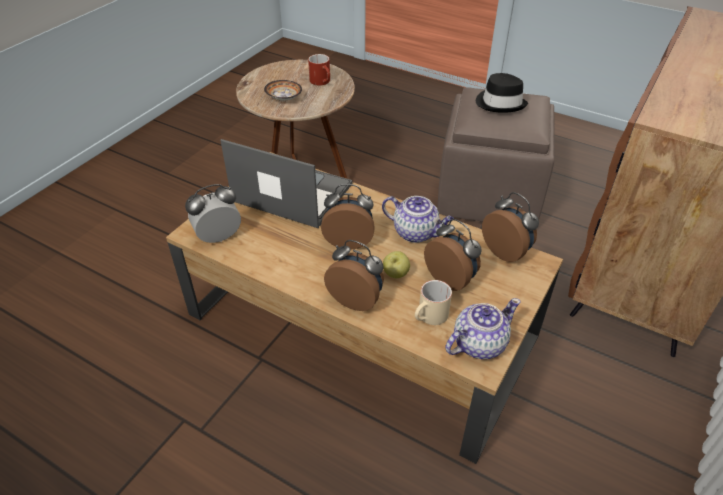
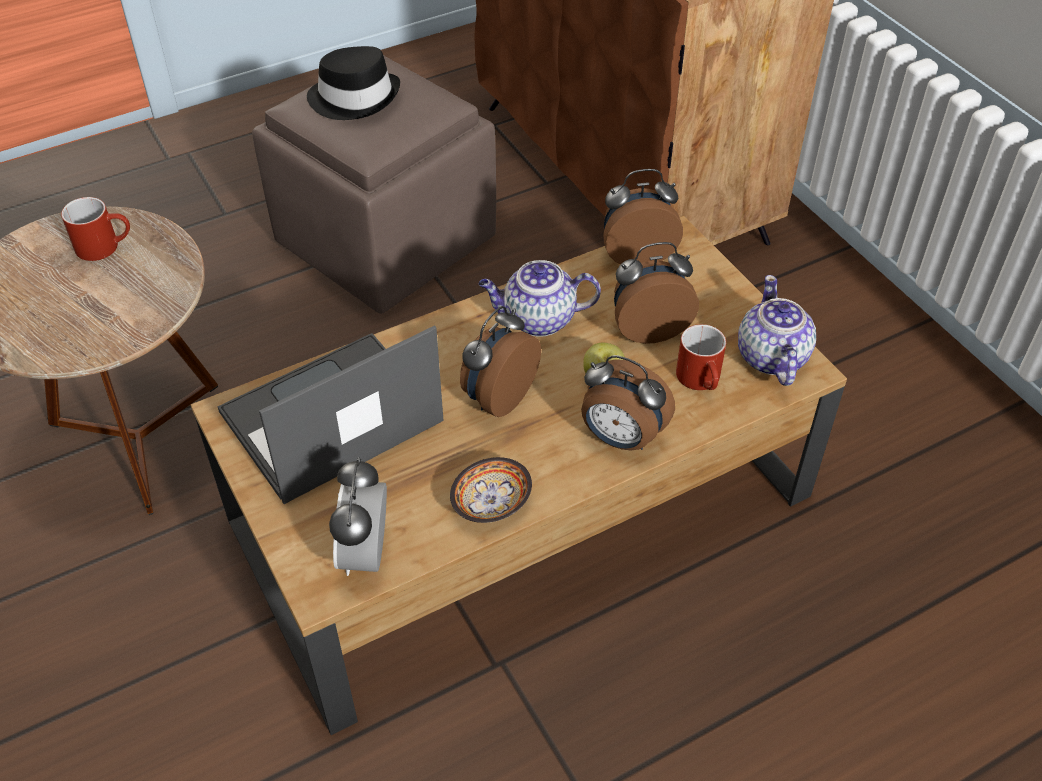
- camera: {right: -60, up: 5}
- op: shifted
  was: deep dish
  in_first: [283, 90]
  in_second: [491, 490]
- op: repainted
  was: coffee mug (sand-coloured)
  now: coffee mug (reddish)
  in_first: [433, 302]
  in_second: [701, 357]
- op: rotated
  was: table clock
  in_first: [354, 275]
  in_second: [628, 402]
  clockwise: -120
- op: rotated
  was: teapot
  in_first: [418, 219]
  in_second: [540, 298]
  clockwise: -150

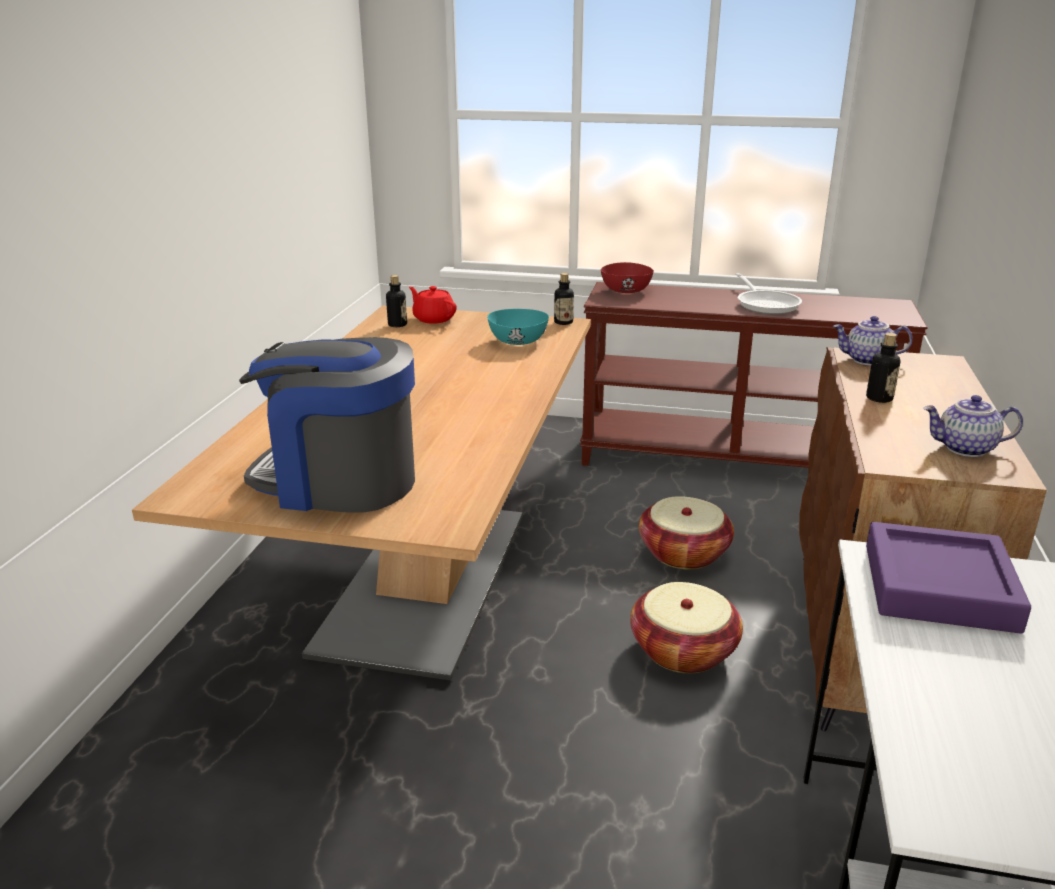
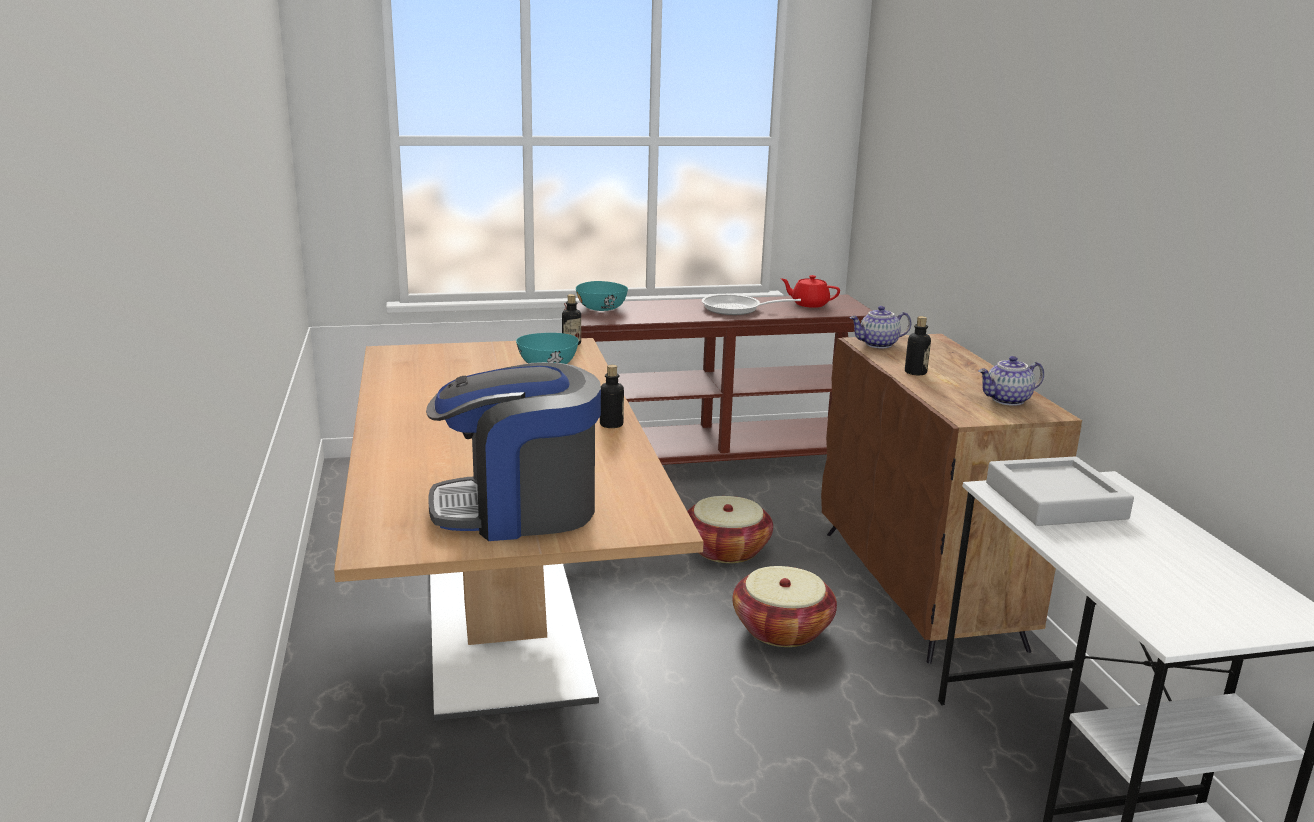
- camera: {right: -25, up: -5}
- op: shifted
  was: beverage bottle
  in_first: [396, 301]
  in_second: [612, 396]
- op: shifted
  was: teapot (reddish)
  in_first: [433, 305]
  in_second: [810, 291]
- op: repainted
  was: deep dish (reddish)
  now: deep dish (turquoise)
  in_first: [627, 277]
  in_second: [602, 296]
- op: repainted
  was: tray (purplish)
  now: tray (grey)
  in_first: [948, 578]
  in_second: [1060, 491]
- op: rotated
  was: pan
  in_first: [768, 293]
  in_second: [751, 304]
  clockwise: 135

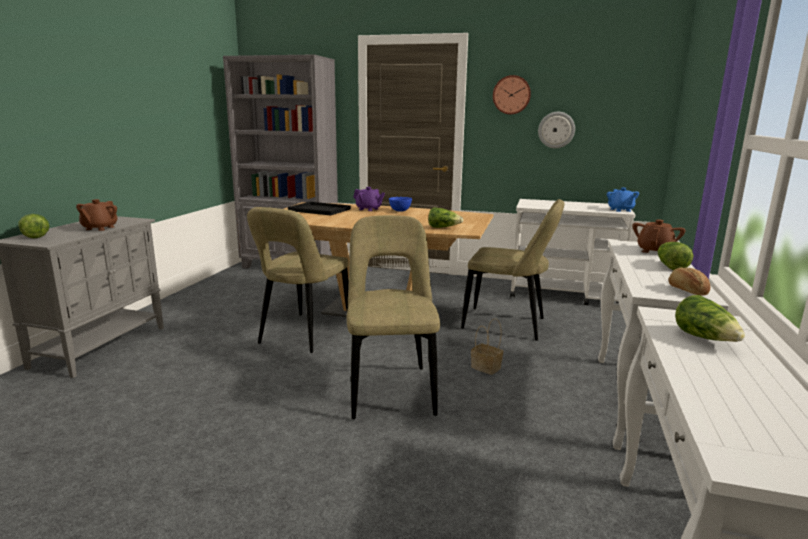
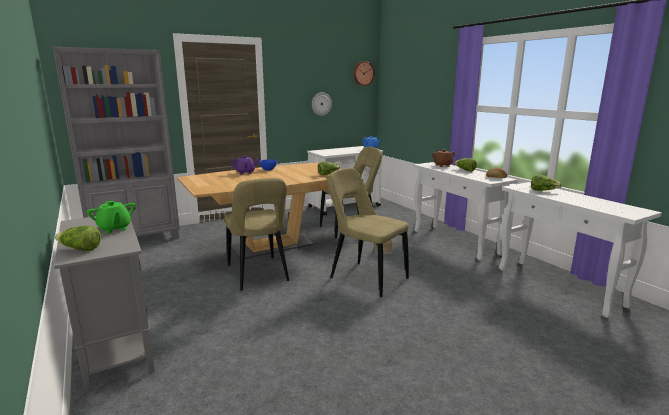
- camera: {right: -45, up: 0}
- op: gone
  was: tray (black)
  in_first: [319, 208]
- op: shifted
  was: wall clock
  in_first: [512, 94]
  in_second: [364, 73]
- op: repainted
  was: teapot (brown-coloured)
  now: teapot (green)
  in_first: [97, 215]
  in_second: [111, 217]

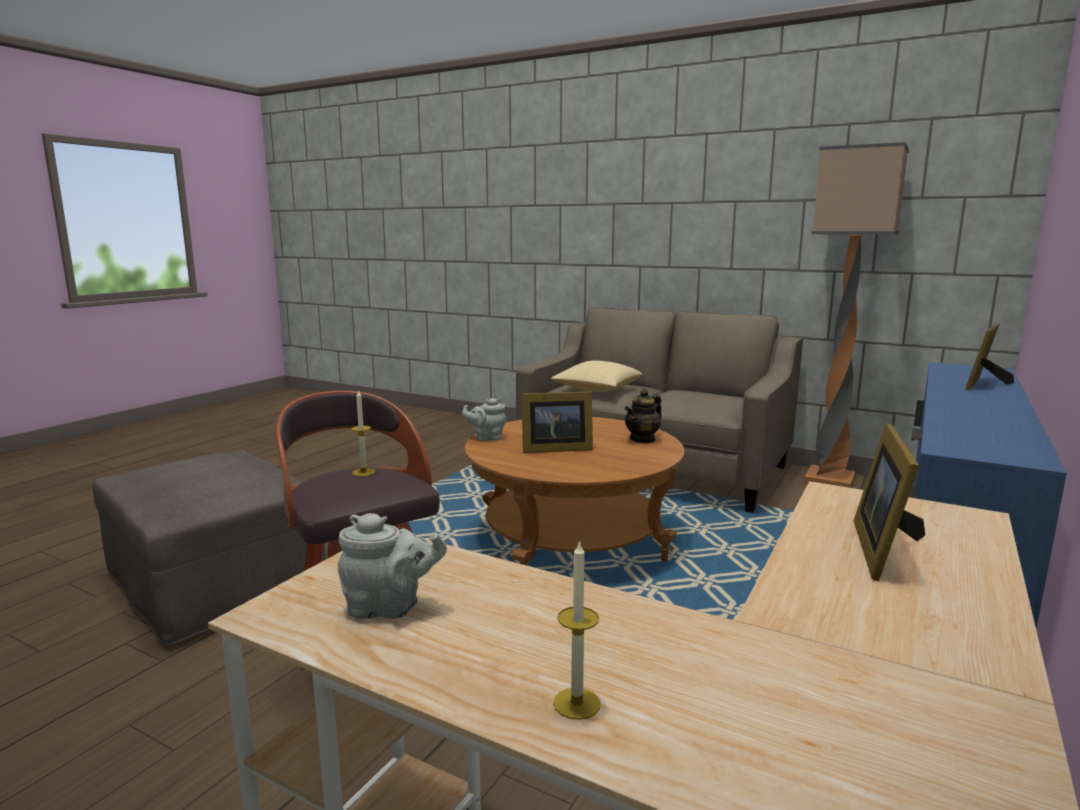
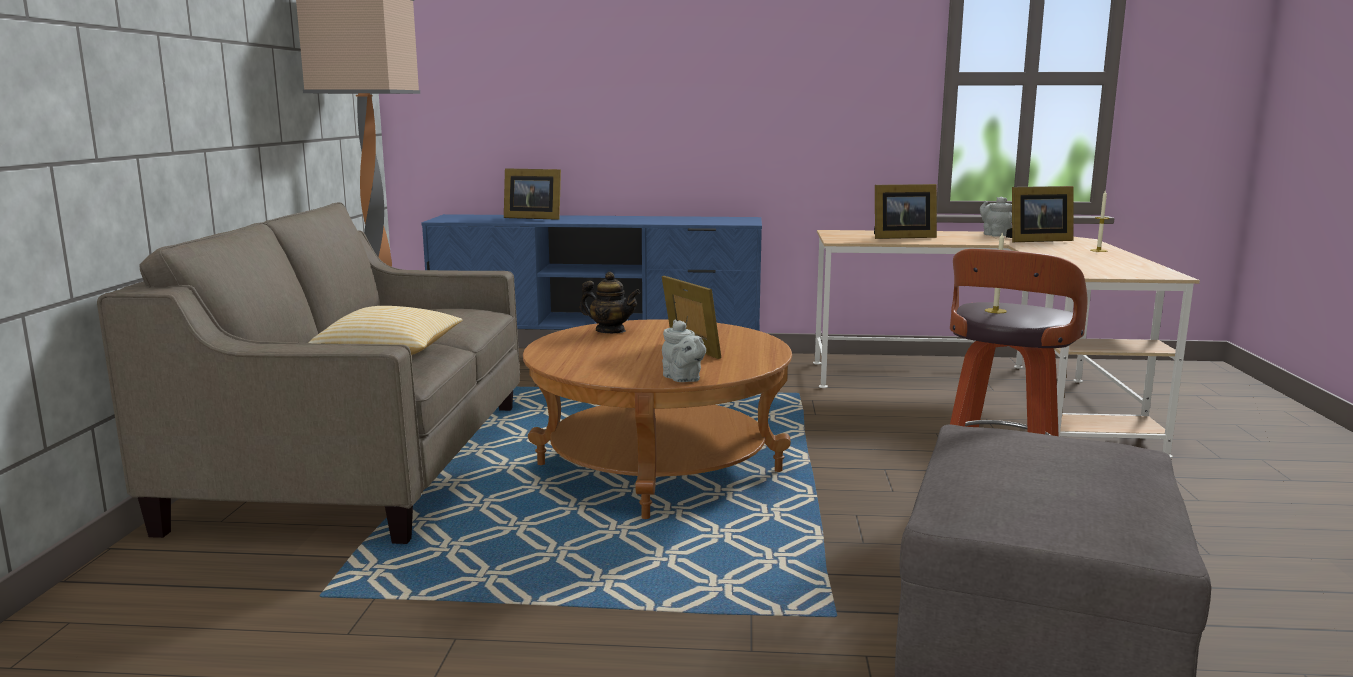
- camera: {right: -115, up: 0}
- op: new
  now: standing frame
  in_second: [1040, 214]
- op: shifted
  was: teapot (grey)
  in_first: [392, 566]
  in_second: [996, 217]

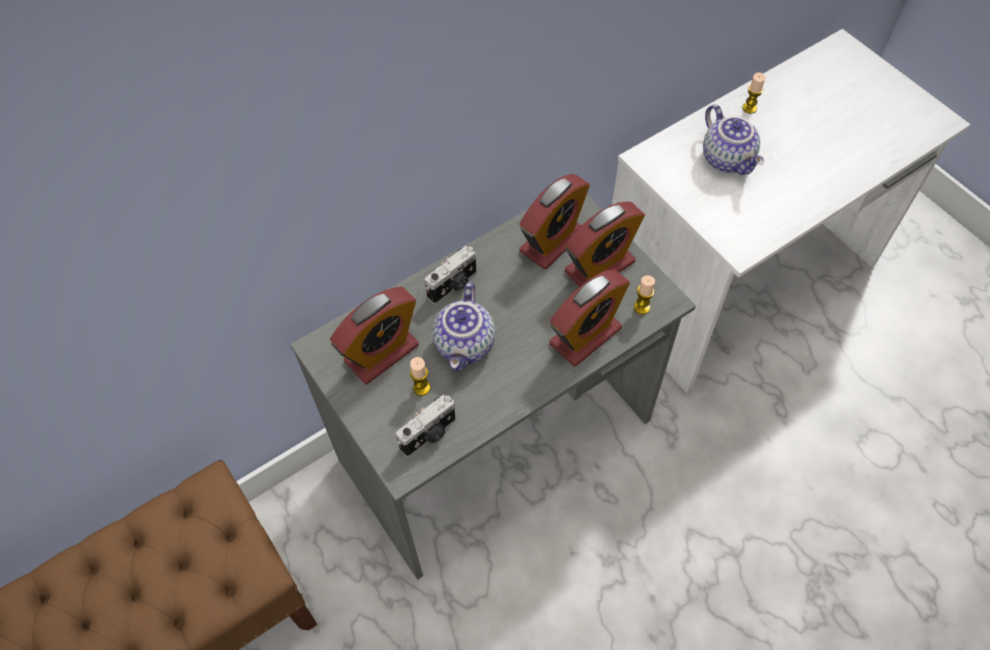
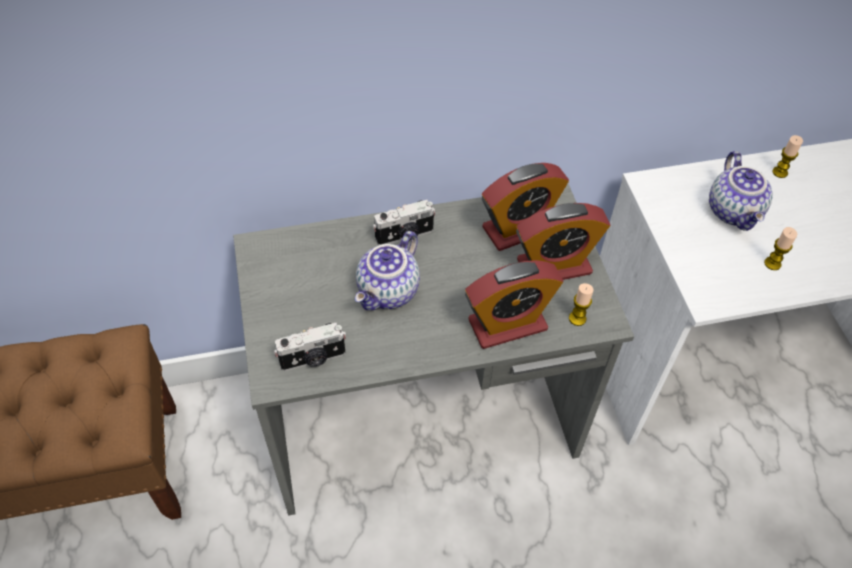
- camera: {right: 20, up: -5}
- op: gone
  was: table clock
  in_first: [374, 335]
- op: shifted
  was: wax candle
  in_first: [420, 376]
  in_second: [780, 248]

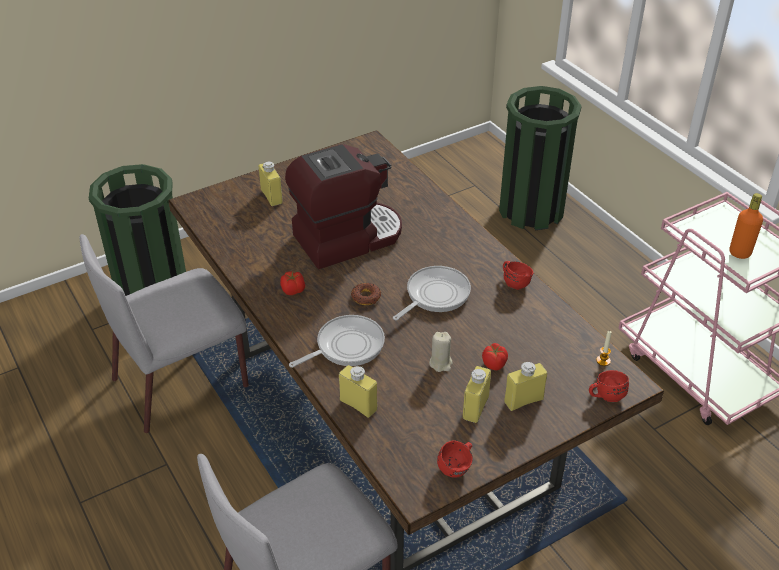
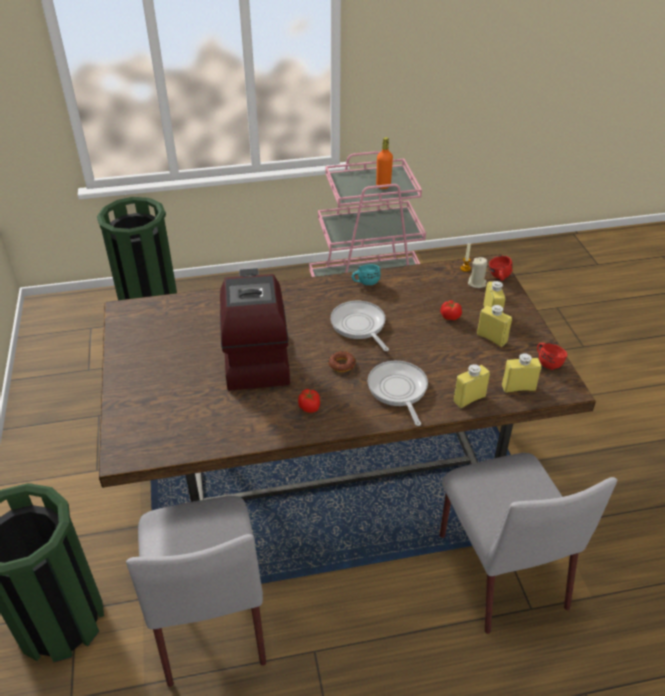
- camera: {right: -70, up: 0}
- op: shifted
  was: beverage bottle (yellow)
  in_first: [271, 184]
  in_second: [522, 373]
- op: shifted
  was: wax candle (sand-coloured)
  in_first: [441, 352]
  in_second: [477, 272]
- op: repainted
  was: coffee mug (reddish)
  now: coffee mug (turquoise)
  in_first: [518, 275]
  in_second: [366, 274]

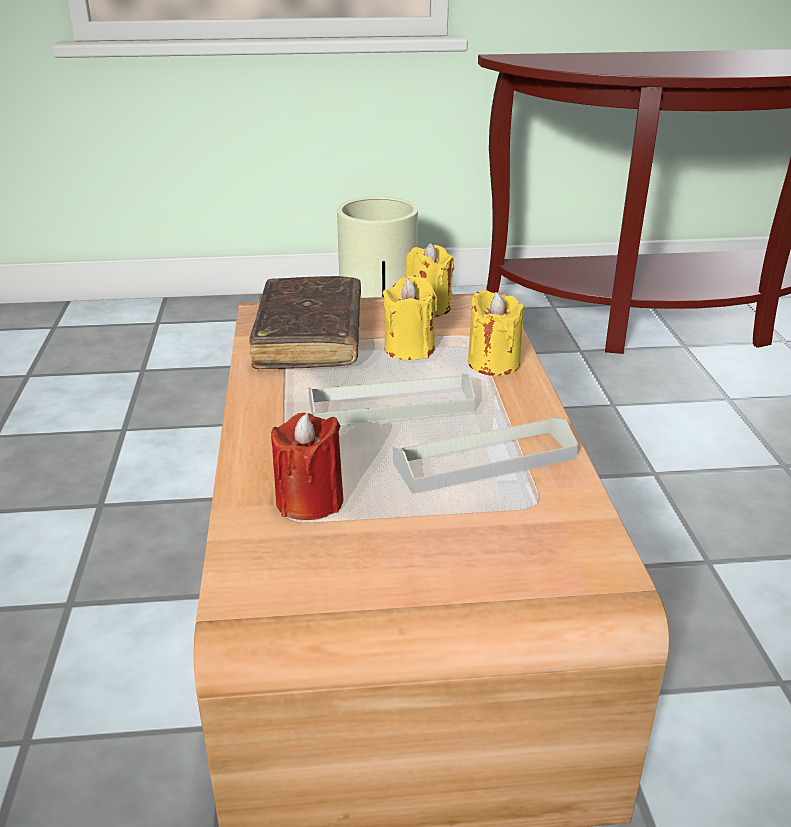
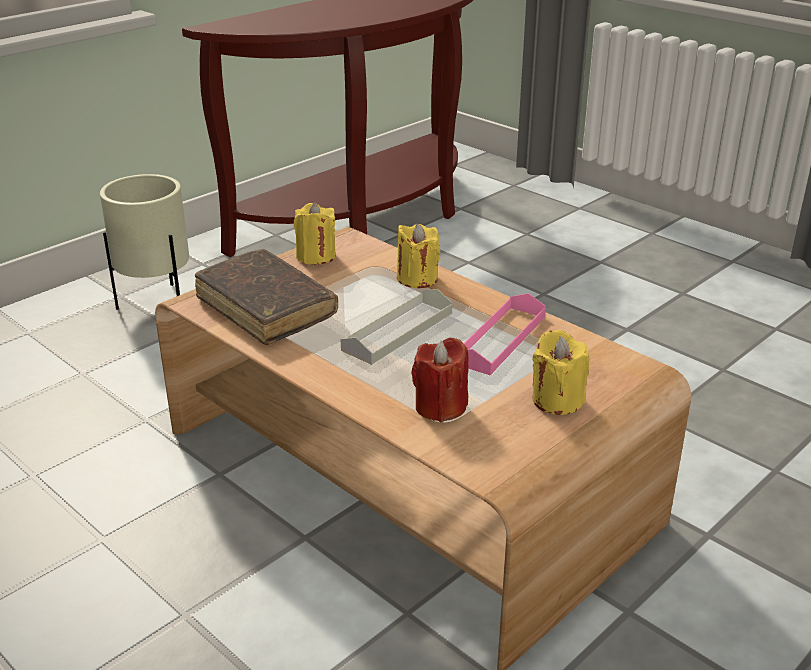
- camera: {right: -40, up: 0}
- op: shifted
  was: wax candle (yellow)
  in_first: [410, 317]
  in_second: [561, 372]
- op: repainted
  was: tray (grey)
  now: tray (pink)
  in_first: [485, 455]
  in_second: [505, 334]

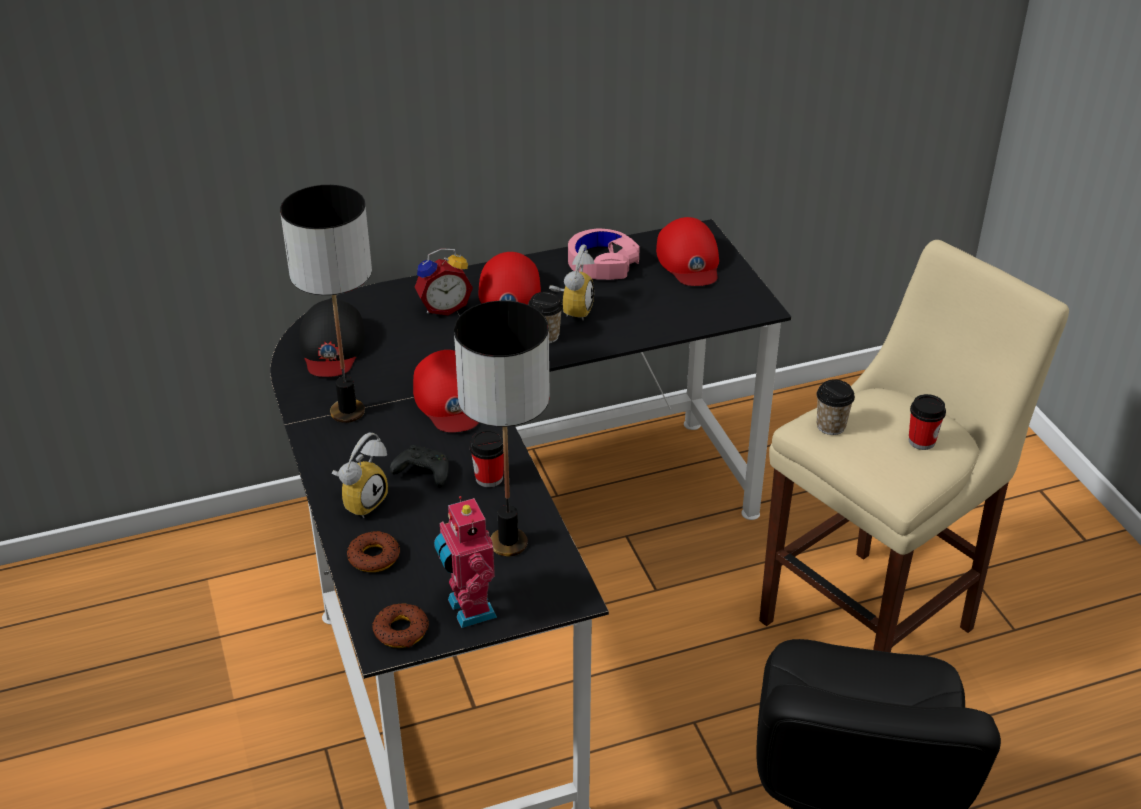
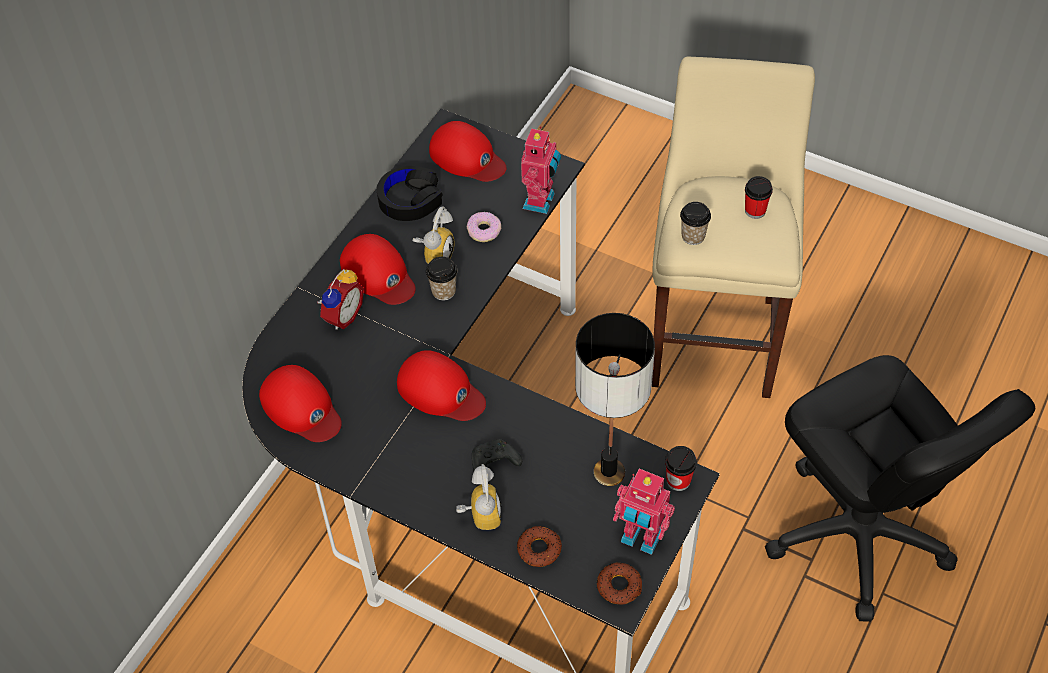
- camera: {right: -40, up: 15}
- op: gone
  was: table lamp
  in_first: [326, 304]
- op: new
  now: donut
  in_second: [484, 227]
- op: new
  now: model robot
  in_second: [541, 170]
- op: shifted
  was: cup
  in_first: [487, 458]
  in_second: [681, 468]
- op: repainted
  was: cap (black)
  now: cap (reddish)
  in_first: [332, 338]
  in_second: [300, 403]
- op: repainted
  was: headset (pink)
  now: headset (black)
  in_first: [604, 254]
  in_second: [409, 193]
- op: rotated
  was: table clock
  in_first: [572, 282]
  in_second: [433, 235]
  clockwise: 45

